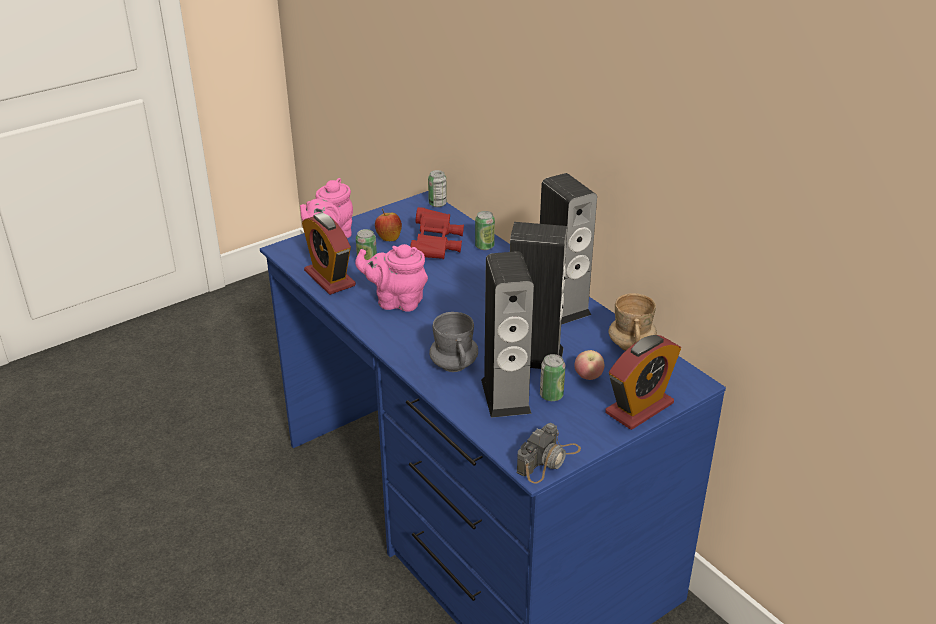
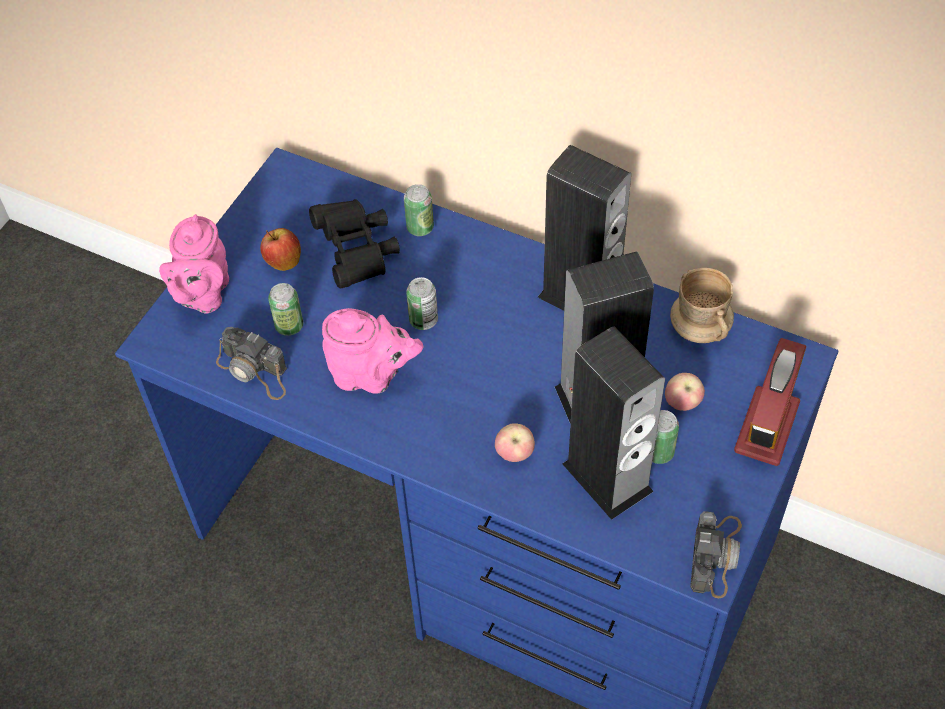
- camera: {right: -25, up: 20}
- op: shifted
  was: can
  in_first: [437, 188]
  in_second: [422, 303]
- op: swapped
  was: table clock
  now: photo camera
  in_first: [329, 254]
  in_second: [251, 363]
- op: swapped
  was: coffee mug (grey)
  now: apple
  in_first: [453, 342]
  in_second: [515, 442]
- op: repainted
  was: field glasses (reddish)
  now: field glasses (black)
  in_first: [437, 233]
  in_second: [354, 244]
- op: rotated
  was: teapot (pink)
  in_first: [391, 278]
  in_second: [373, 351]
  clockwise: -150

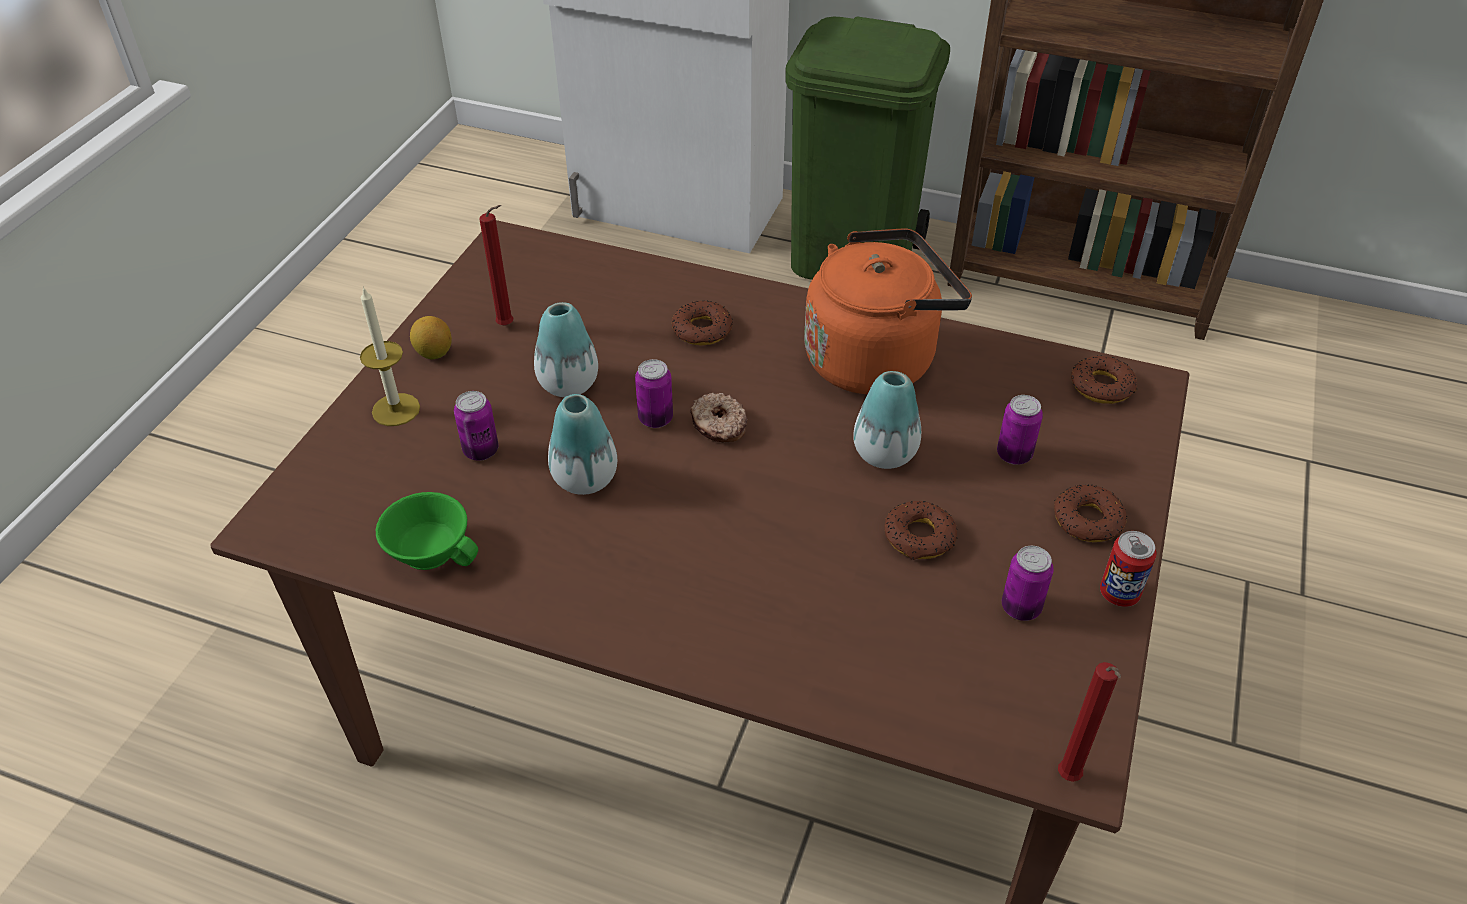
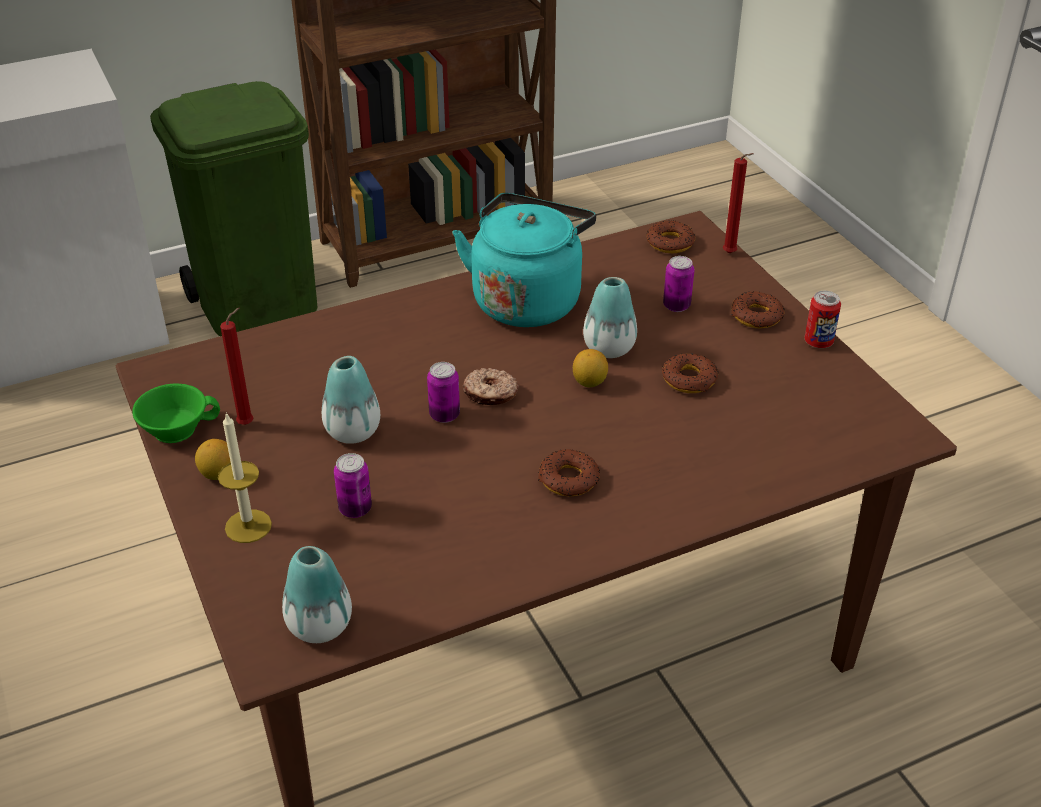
- camera: {right: -45, up: -5}
- op: gone
  was: can
  in_first: [1028, 583]
- op: new
  now: whole lemon
  in_second: [590, 368]
- op: shifted
  was: cup (green)
  in_first: [427, 531]
  in_second: [176, 413]
- op: shifted
  was: decorative vase
  in_first: [582, 444]
  in_second: [317, 594]
- op: shifted
  was: donut
  in_first: [702, 323]
  in_second: [569, 473]
- op: shifted
  was: wax candle (reddish)
  in_first: [1089, 722]
  in_second: [738, 203]
- op: repainted
  was: tea kettle (orange-coloured)
  now: tea kettle (turquoise)
  in_first: [888, 311]
  in_second: [524, 260]

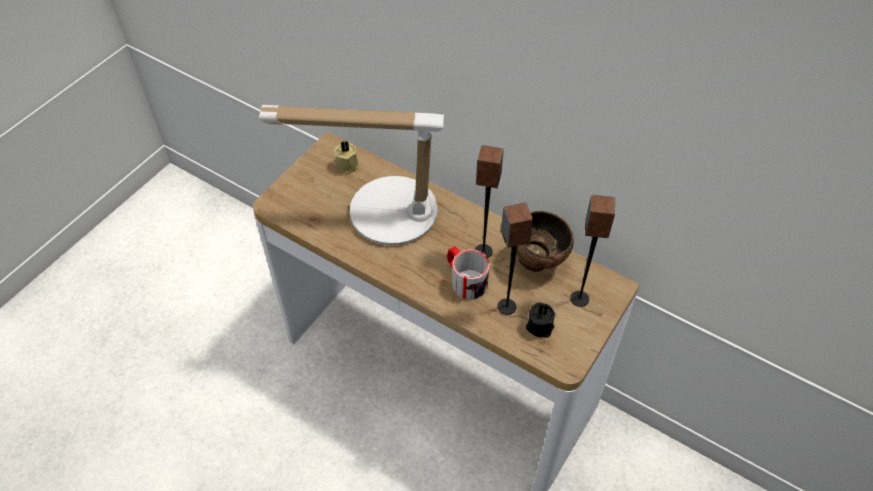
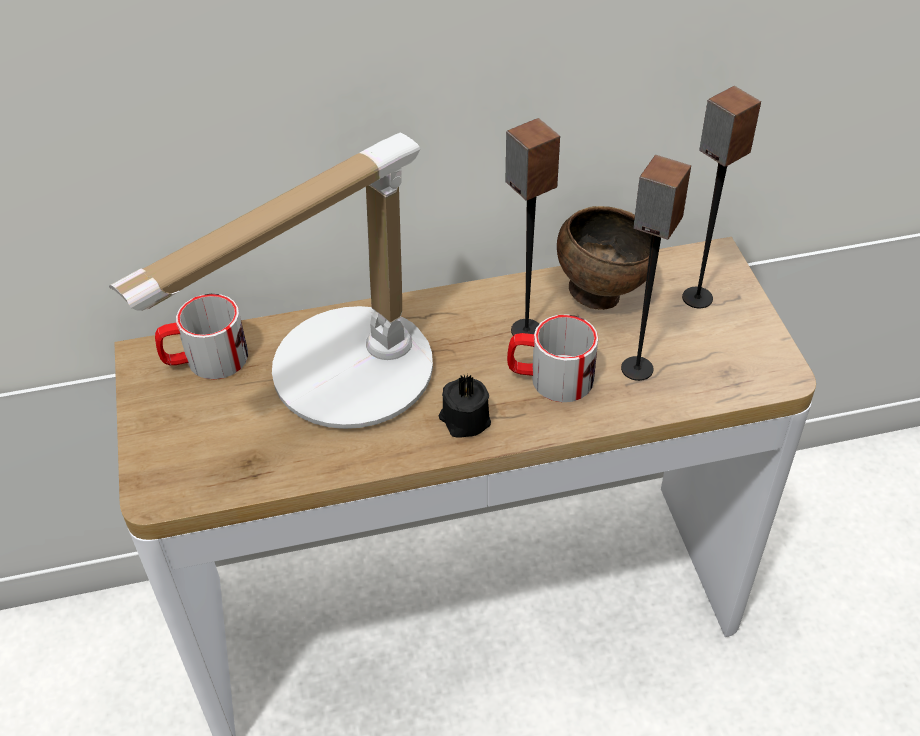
- camera: {right: -45, up: -5}
- op: shifted
  was: wax candle (black)
  in_first: [540, 320]
  in_second: [465, 406]
- op: swapped
  was: wax candle (sand-coloured)
  now: coffee mug
  in_first: [346, 157]
  in_second: [201, 336]

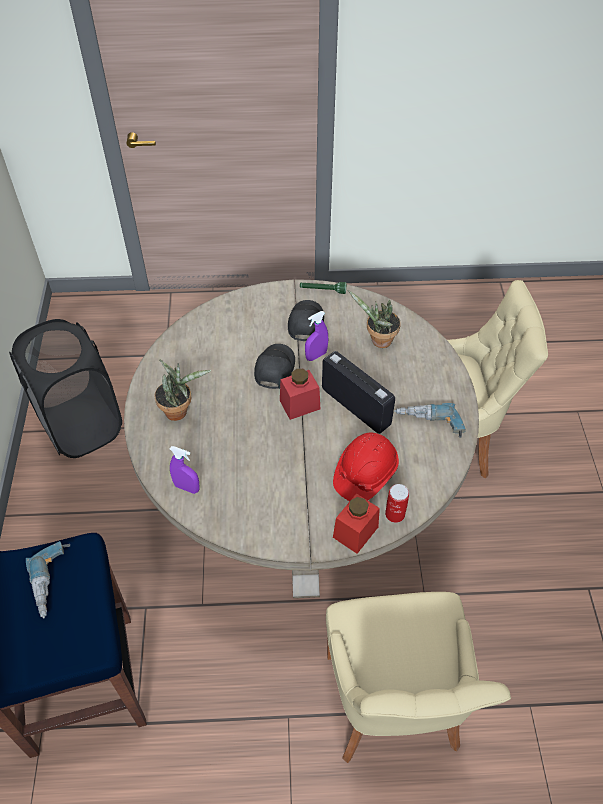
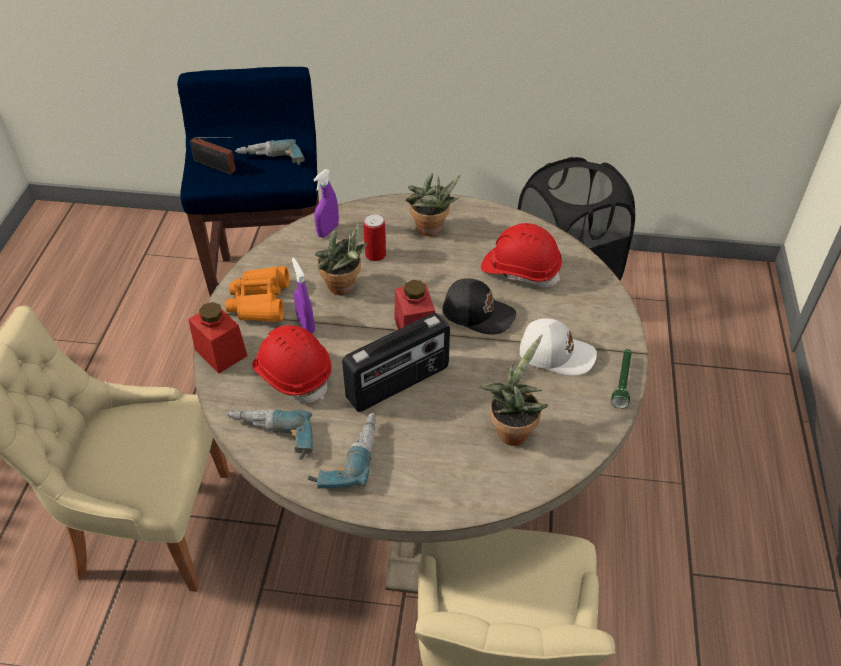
- camera: {right: 100, up: -5}
- op: new
  now: radio
  in_second: [213, 156]
- op: new
  now: field glasses (orange-coloured)
  in_second: [257, 294]
- op: new
  now: power drill
  in_second: [269, 435]
- op: new
  now: plant in a pot
  in_second: [341, 258]
- op: new
  now: work helmet (reddish)
  in_second: [521, 255]
- op: shifted
  was: sprayer (purplish)
  in_first: [316, 336]
  in_second: [303, 295]
- op: shifted
  was: can
  in_first: [397, 503]
  in_second: [374, 237]
- op: repainted
  was: cap (black)
  now: cap (white-coloured)
  in_first: [306, 320]
  in_second: [558, 347]

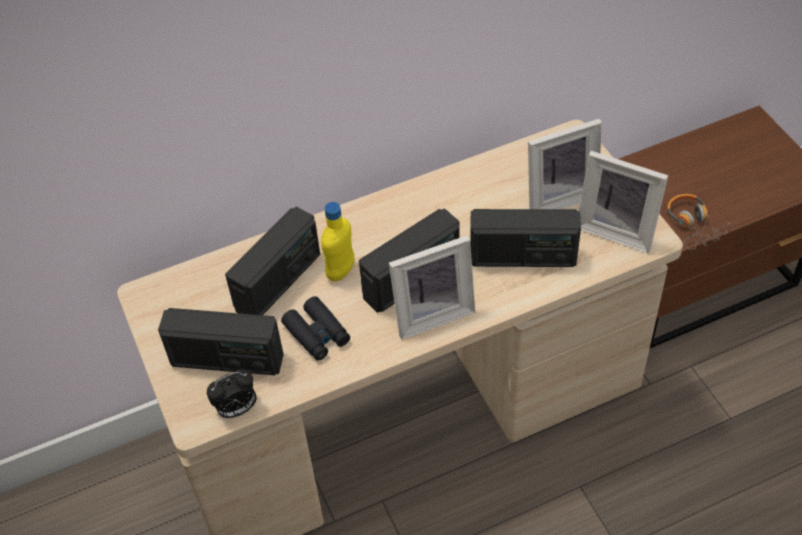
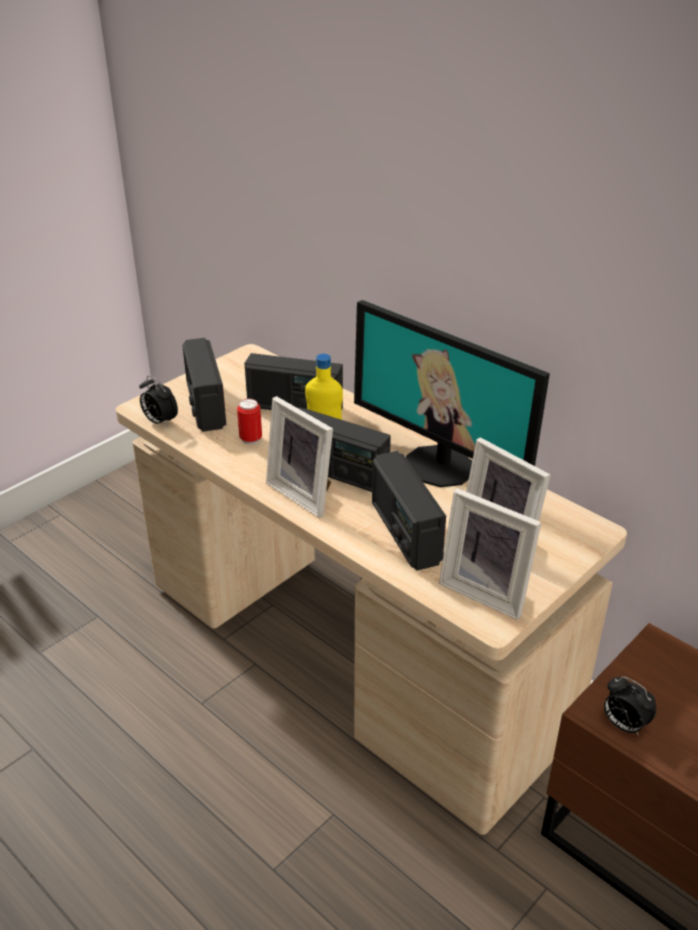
- camera: {right: 65, up: -15}
- op: new
  now: computer screen
  in_second: [452, 393]
- op: swapped
  was: field glasses (black)
  now: can
  in_first: [315, 328]
  in_second: [249, 422]
- op: swapped
  was: headset
  now: table clock
  in_first: [698, 222]
  in_second: [630, 706]
- op: rotated
  was: standing frame
  in_first: [623, 202]
  in_second: [490, 554]
  clockwise: -60

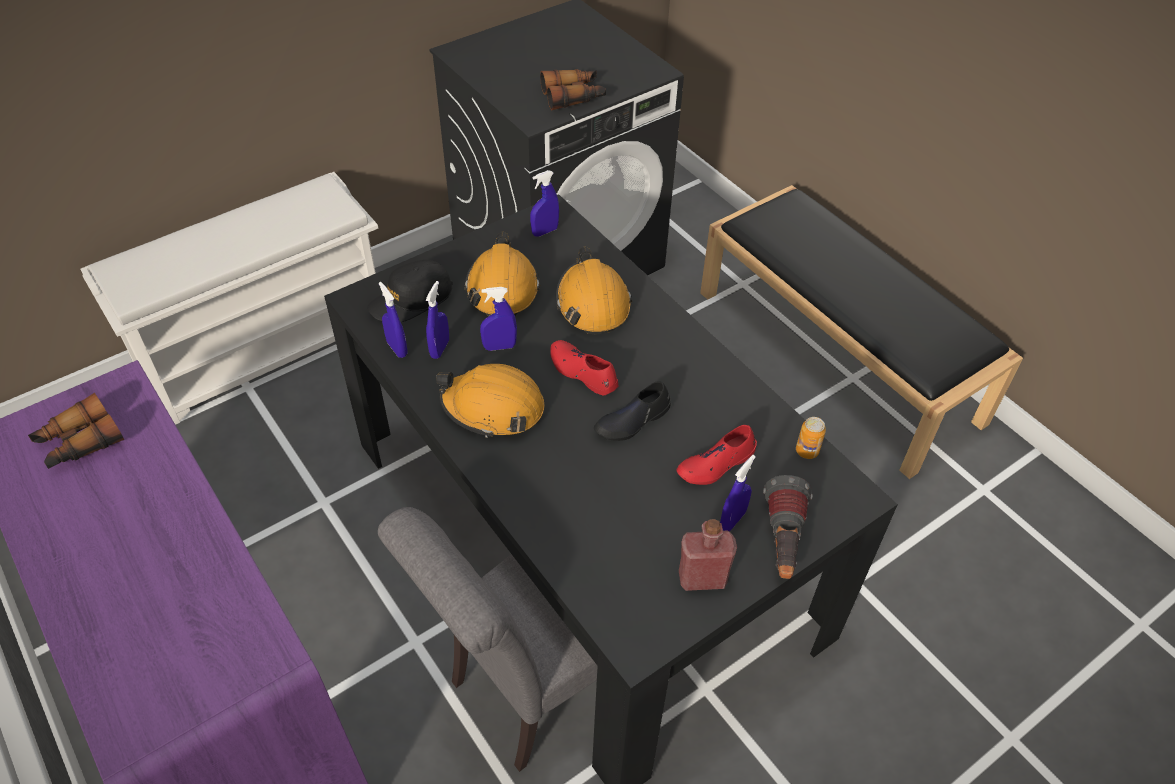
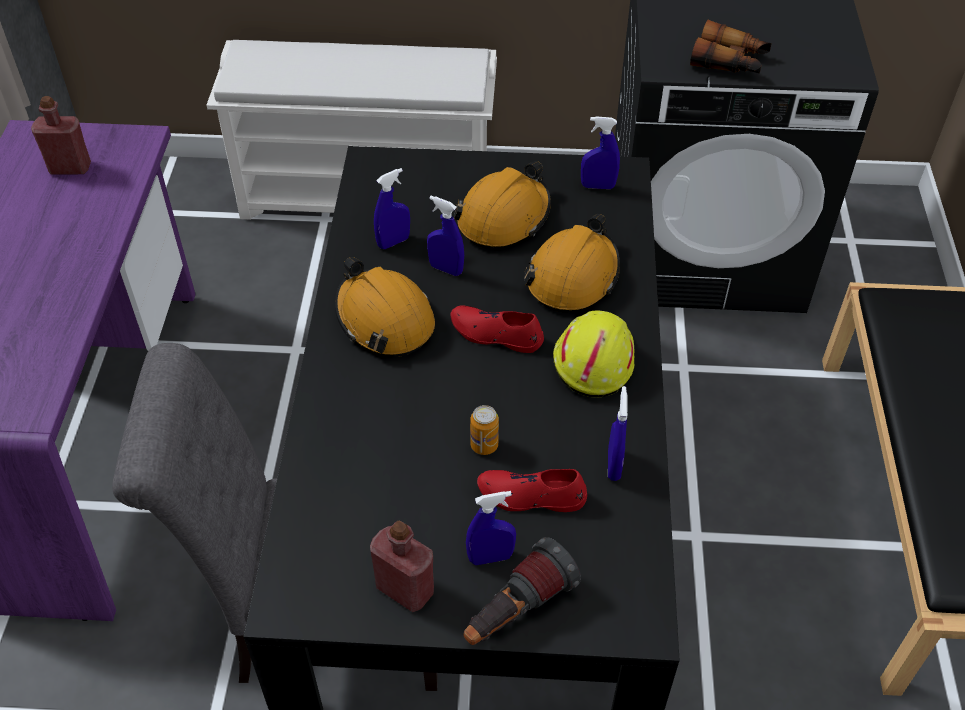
- camera: {right: 40, up: 0}
- op: gone
  was: cap (black)
  in_first: [409, 291]
- op: gone
  was: item of footwear (black)
  in_first: [632, 411]
- op: new
  now: work helmet (yellow)
  in_second: [593, 353]
- op: shifted
  was: sprayer (blue)
  in_first: [393, 320]
  in_second: [618, 433]
- op: shifted
  was: can
  in_first: [811, 438]
  in_second: [484, 430]
- op: swapped
  was: field glasses
  now: beverage bottle (reddish)
  in_first: [76, 431]
  in_second: [61, 135]
- op: rotated
  was: item of footwear (reddish)
  in_first: [584, 367]
  in_second: [497, 329]
  clockwise: -60

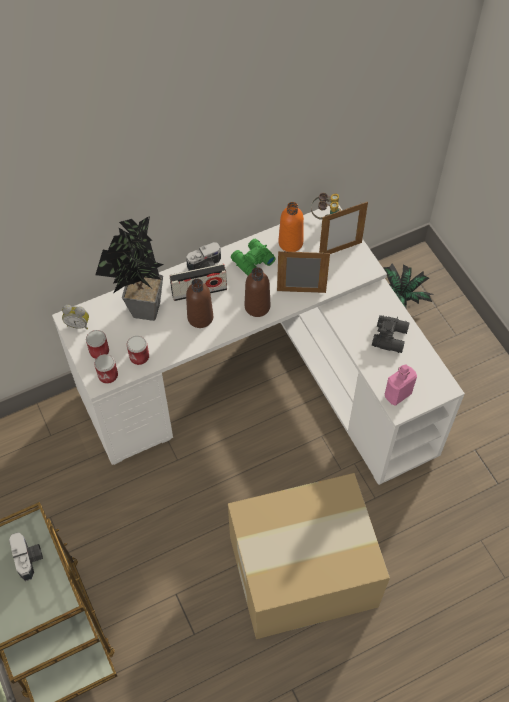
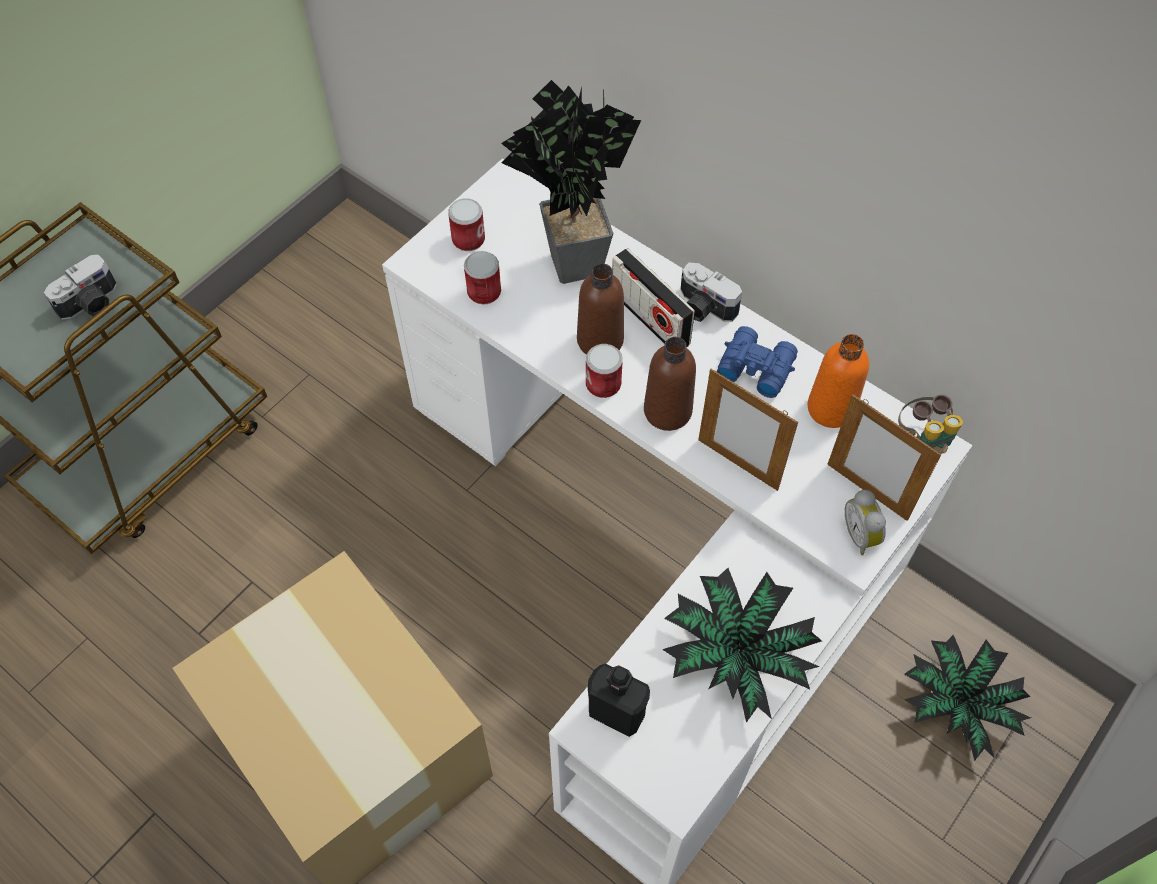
- camera: {right: 65, up: 0}
- op: shifted
  was: table clock
  in_first: [75, 317]
  in_second: [865, 522]
- op: shifted
  was: can
  in_first: [106, 369]
  in_second: [604, 371]
- op: swapped
  was: field glasses (black)
  now: plant in a pot
  in_first: [391, 334]
  in_second: [742, 645]
- op: repainted
  was: field glasses (green)
  now: field glasses (blue)
  in_first: [253, 257]
  in_second: [757, 362]
- op: repainted
  was: beverage bottle (pink)
  now: beverage bottle (black)
  in_first: [401, 385]
  in_second: [619, 700]
- op: rotated
  was: standing frame
  in_first: [303, 272]
  in_second: [748, 430]
  clockwise: 150

